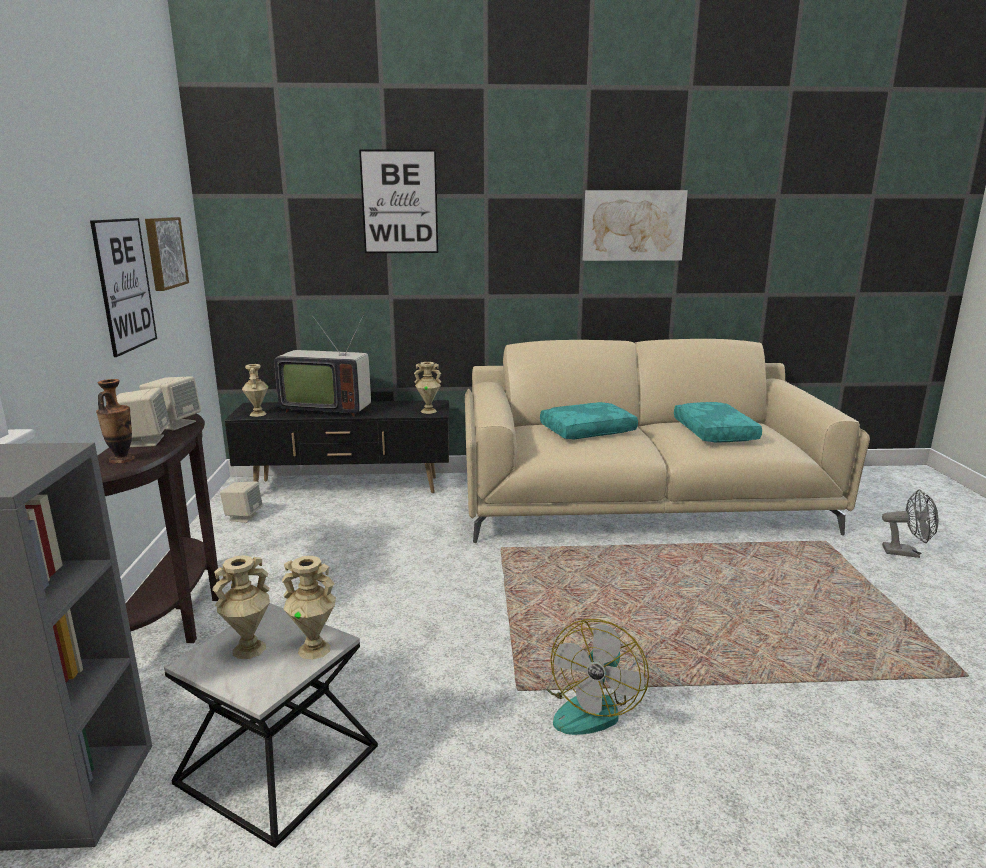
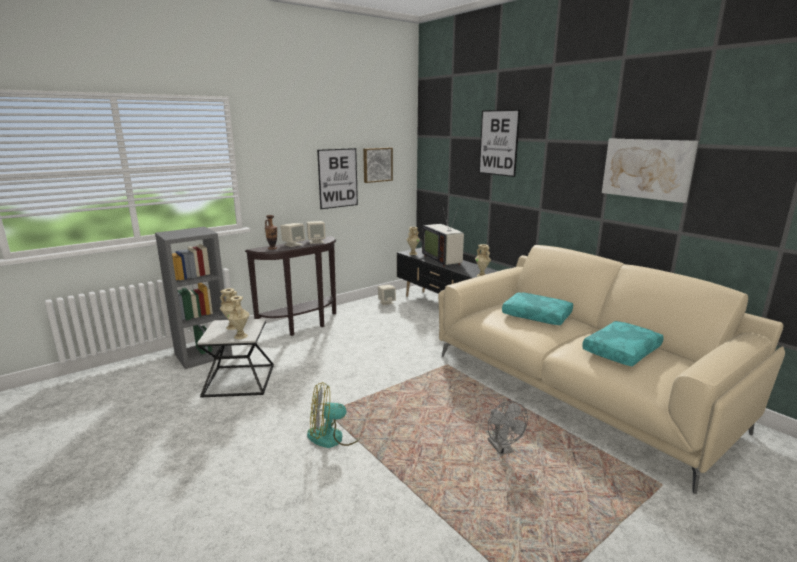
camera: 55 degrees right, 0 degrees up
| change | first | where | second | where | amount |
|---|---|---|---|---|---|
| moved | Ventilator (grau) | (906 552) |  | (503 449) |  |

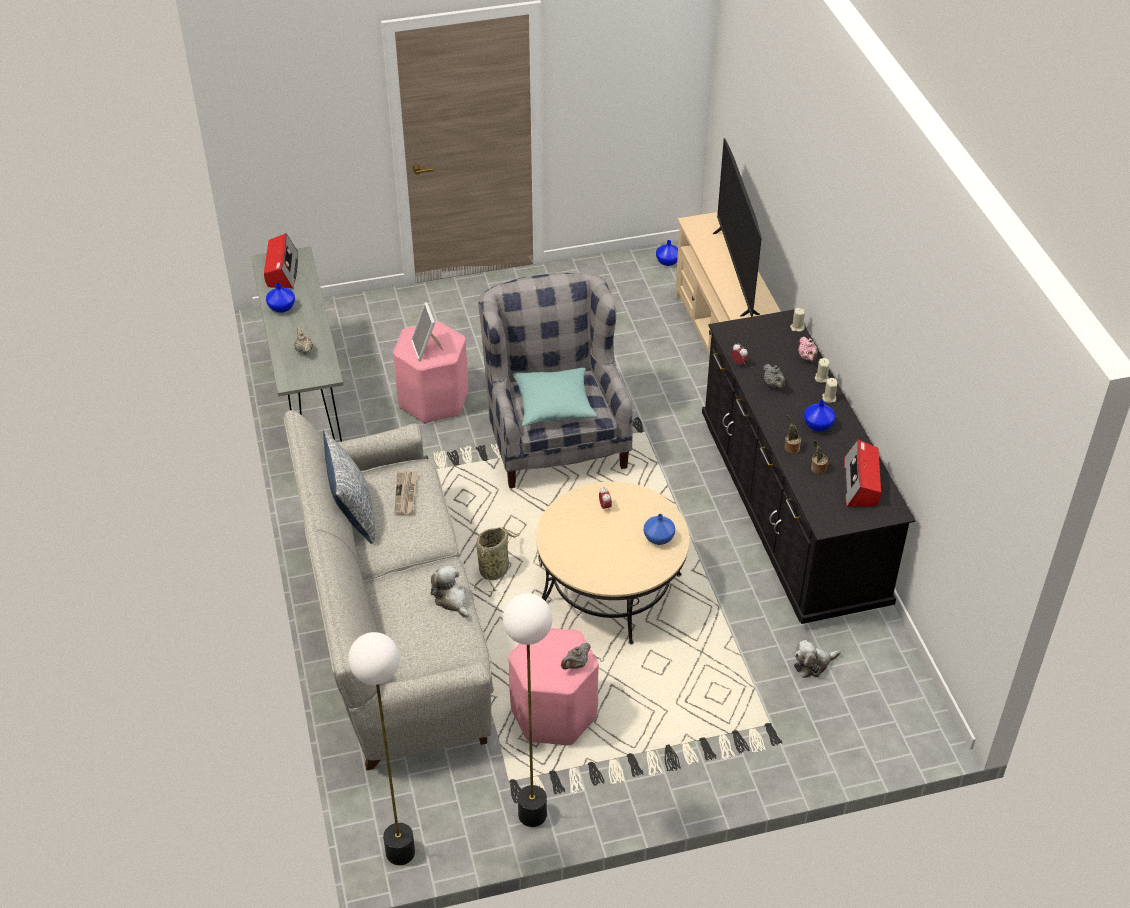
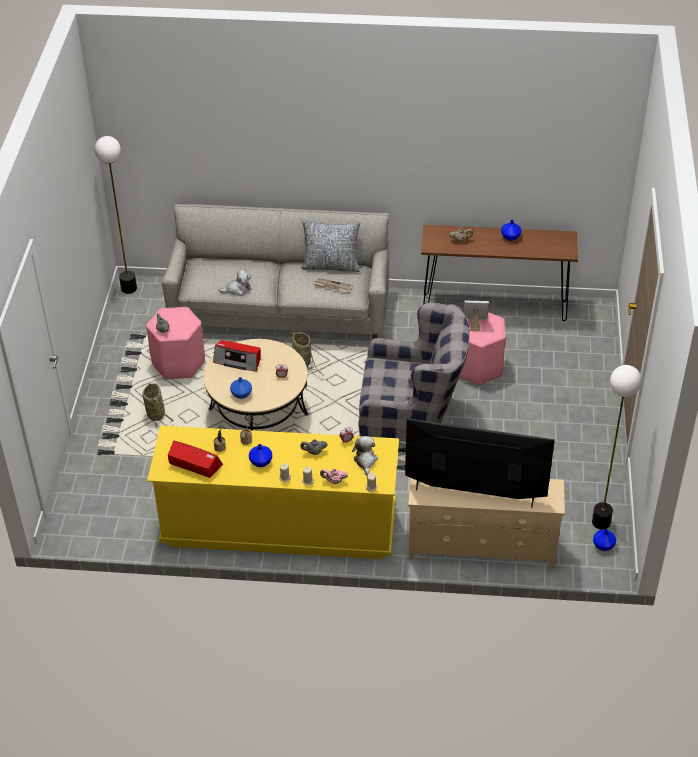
camera: 110 degrees right, 0 degrees up
| change | first | where | second | where | amount |
|---|---|---|---|---|---|
| removed | Kissen (türkis) | (554 405) |  |  |  |
| added |  |  | Korb | (155 413) |  |
| moved | Radio | (282 270) |  | (238 360) |  |
| moved | Stehlampe | (532 814) |  | (601 522) |  |
| moved | Plüschtier | (813 664) |  | (365 461) |  |
| recoloured | Konsolentisch (grau) | (309 407) | Konsolentisch (braun) | (494 307) |  |
| recoloured | Kommode (schwarz) | (790 510) | Kommode (gelb) | (279 526) |  |

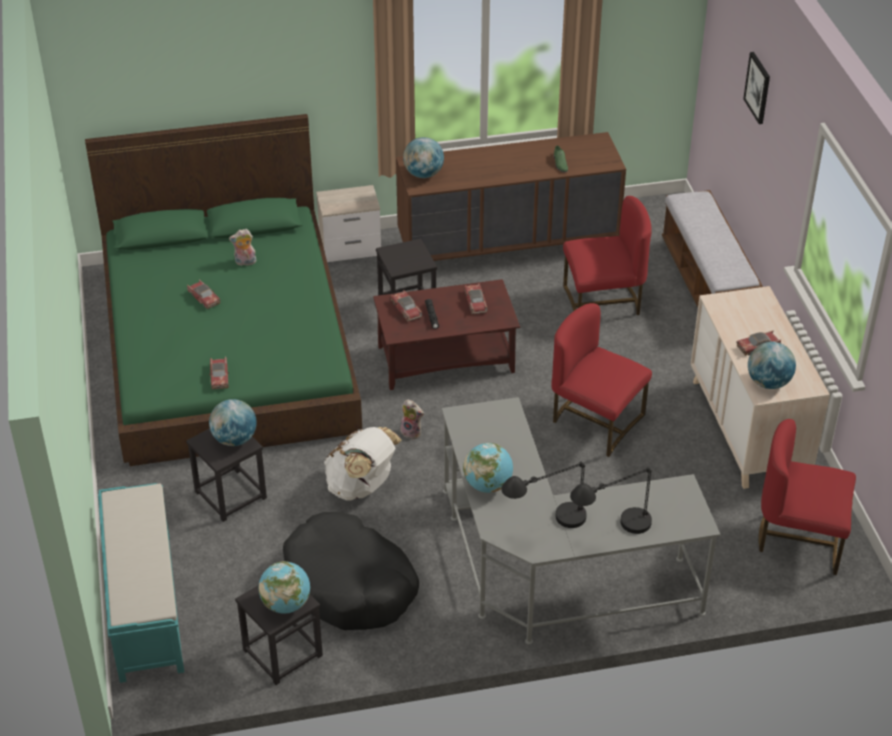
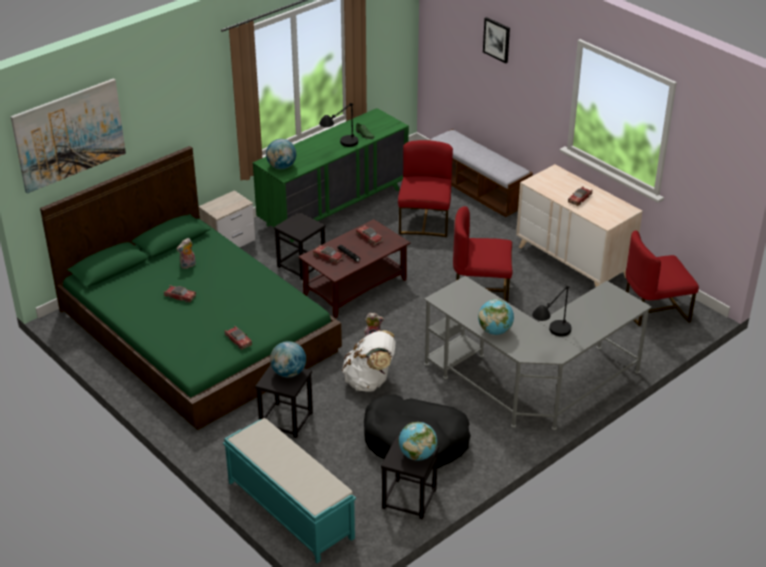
camera: 30 degrees left, 5 degrees down
| change | first | where | second | where | amount |
|---|---|---|---|---|---|
| removed | Globus | (768 382) |  |  |  |
| added |  |  | Bild | (69 134) |  |
| moved | Tischlampe (schwarz) | (612 531) |  | (340 149) |  |
| recoloured | Kommode (braun) | (508 245) | Kommode (grün) | (334 207) |  |
| turned | Stuhl (rot) | (602 304) |  | (425 222) | 45 degrees counterclockwise |

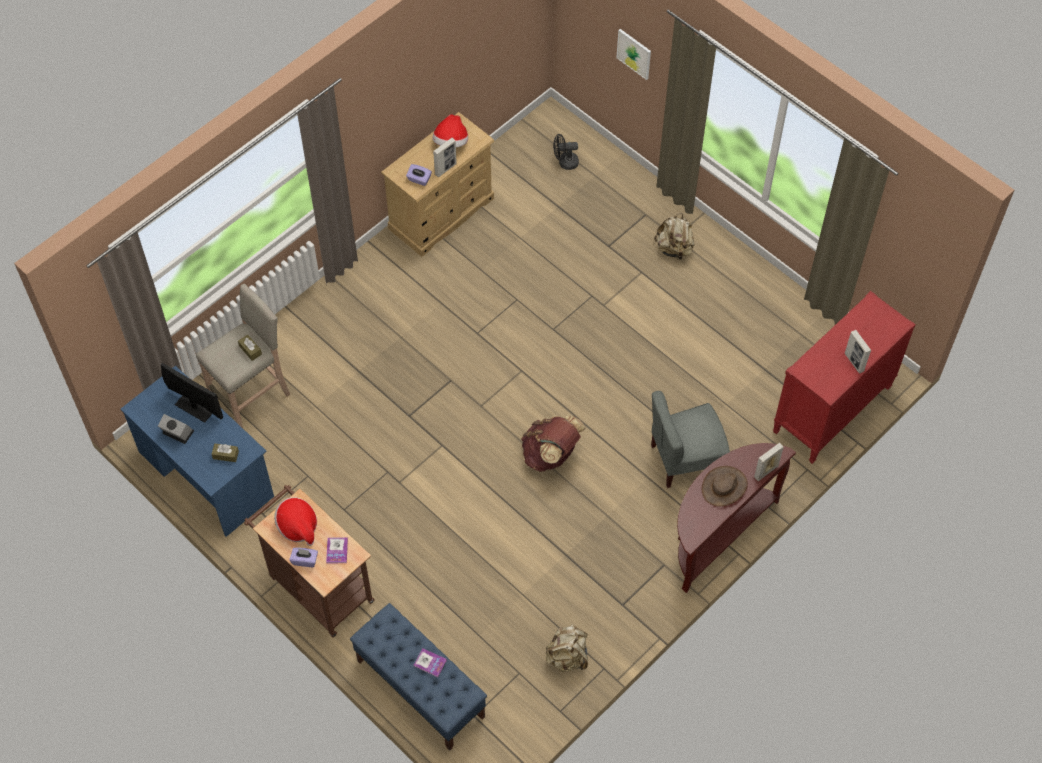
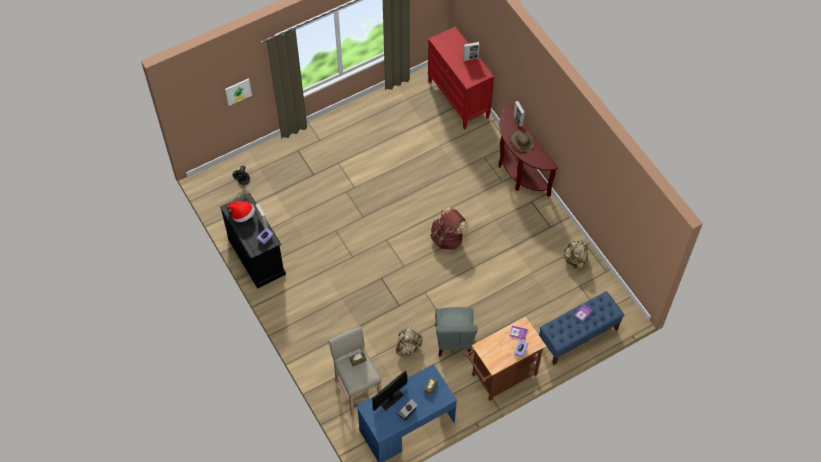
camera: 75 degrees left, 0 degrees up
| change | first | where | second | where | amount |
|---|---|---|---|---|---|
| removed | Hut | (298 526) |  |  |  |
| moved | Stuhl (grau) | (685 460) |  | (454 340) |  |
| moved | Rucksack (beige) | (674 249) |  | (408 346) |  |
| recoloured | Kommode (beige) | (441 213) | Kommode (schwarz) | (257 256) |  |

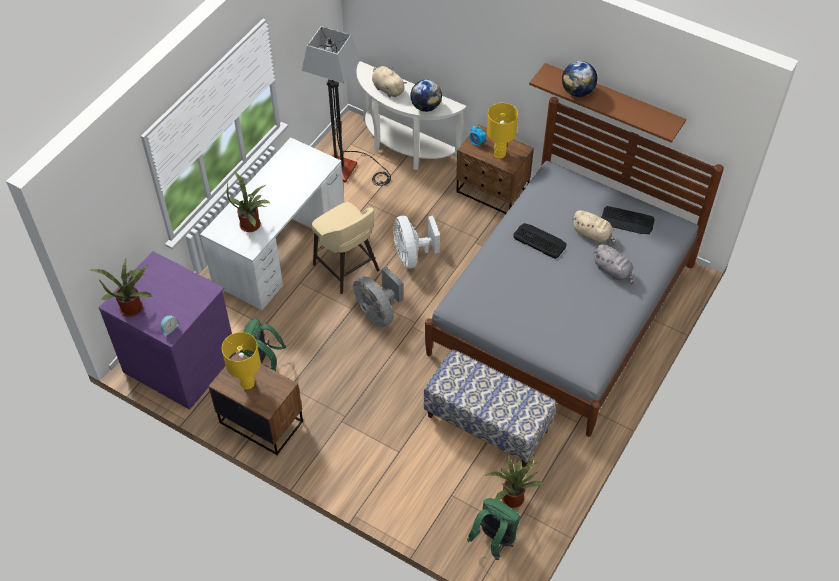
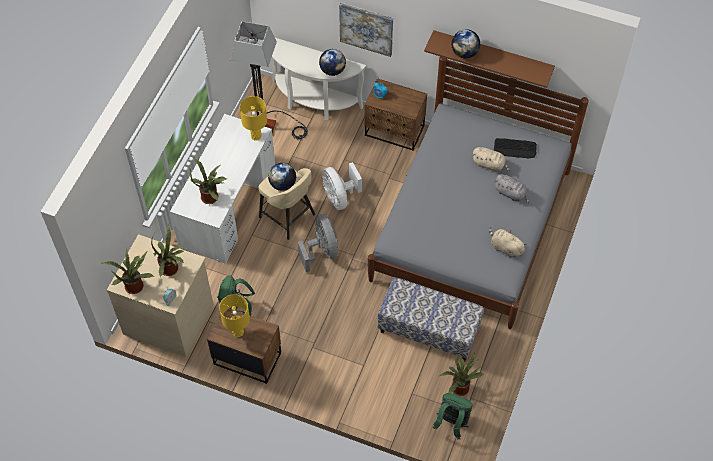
camera: 10 degrees left, 5 degrees up
| change | first | where | second | where | amount |
|---|---|---|---|---|---|
| removed | Tastatur | (539 241) |  |  |  |
| added |  |  | Topfpflanze | (171 269) |  |
| added |  |  | Globus | (282 184) |  |
| added |  |  | Bild | (366 29) |  |
| moved | Plüschtier (beige) | (387 89) |  | (505 248) |  |
| moved | Tischlampe (gelb) | (499 154) |  | (256 136) |  |
| recoloured | Kommode (lila) | (181 361) | Kommode (beige) | (169 318) |  |
| turned | Ventilator (grau) | (378 312) |  | (322 251) | 150 degrees counterclockwise |

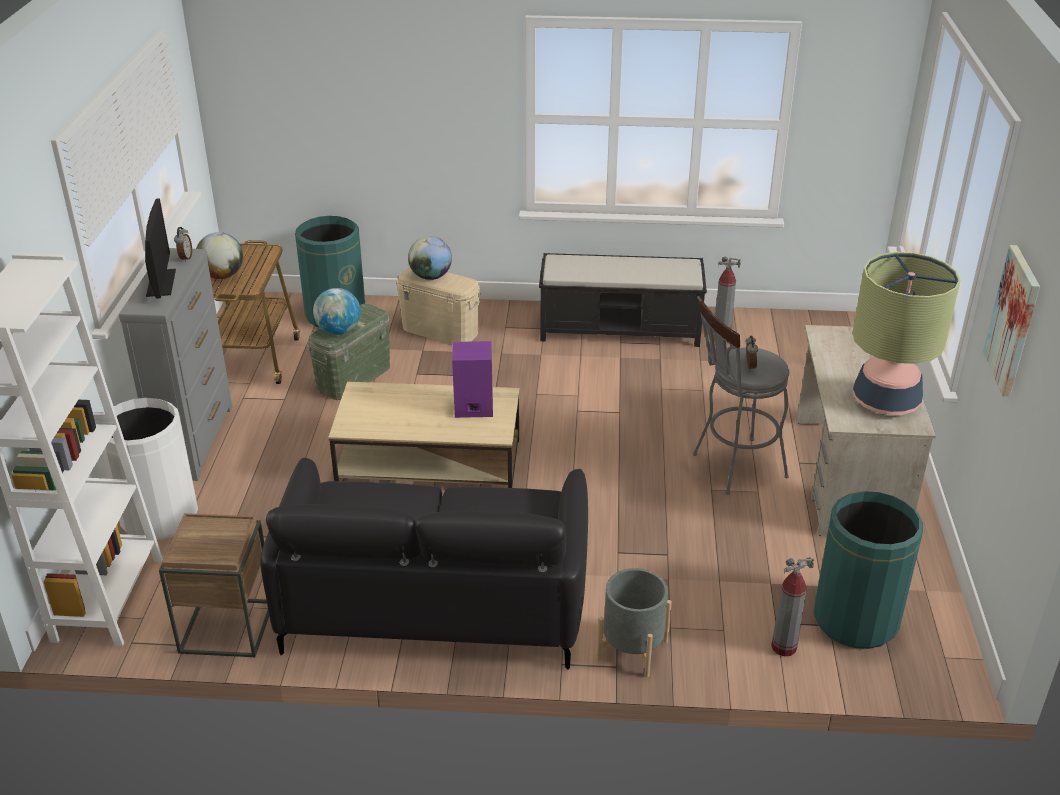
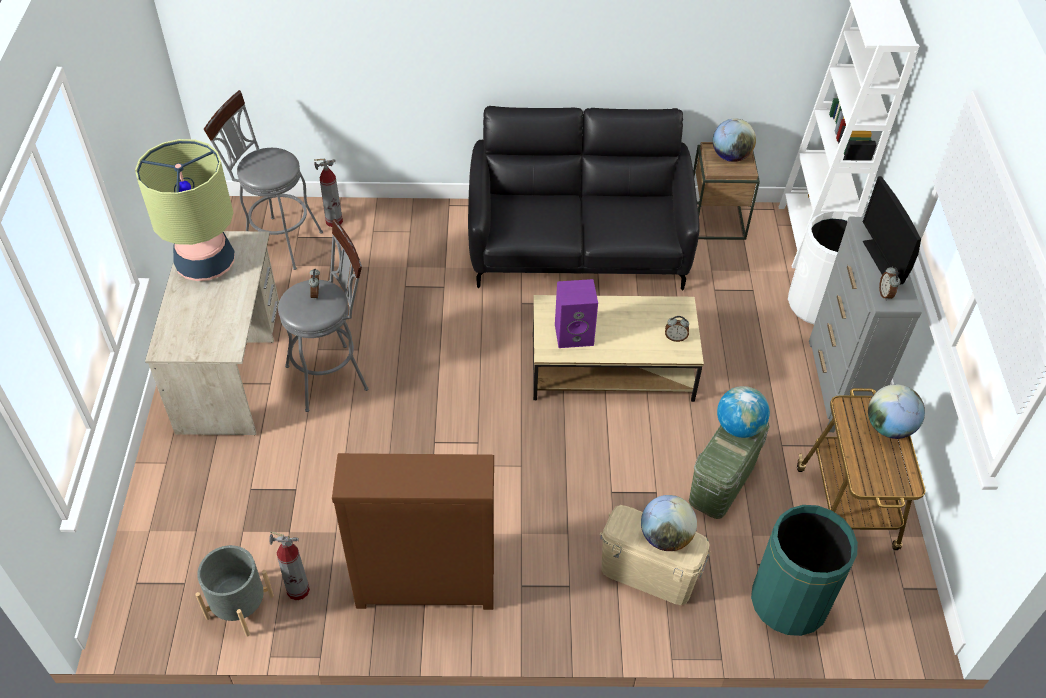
camera: 175 degrees right, 15 degrees up
| change | first | where | second | where | amount |
|---|---|---|---|---|---|
| removed | Bild | (1013 320) |  |  |  |
| added |  |  | Wecker | (675 338) |  |
| added |  |  | Globus | (730 156) |  |
| moved | Pflanzkübel (grau) | (632 649) |  | (240 606) |  |
| replaced | Bank (schwarz) | (621 330) | Kommode (braun) | (424 588) |  |
| replaced | Mülleimer (grün) | (856 620) | Hocker (grau) | (277 241) |  |

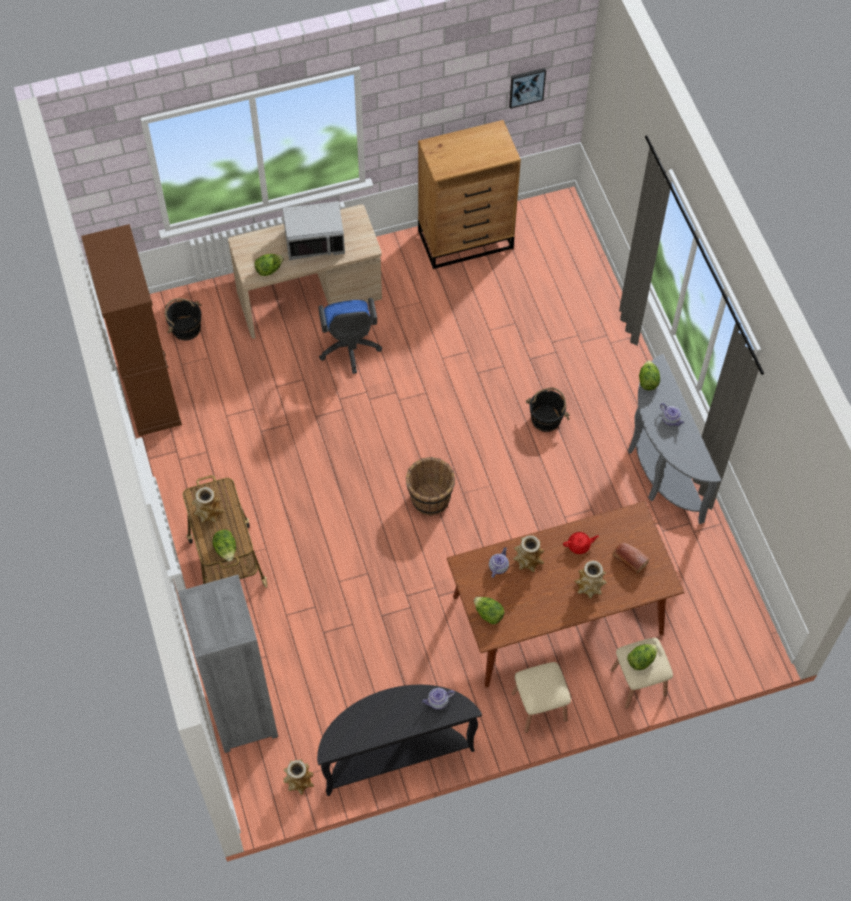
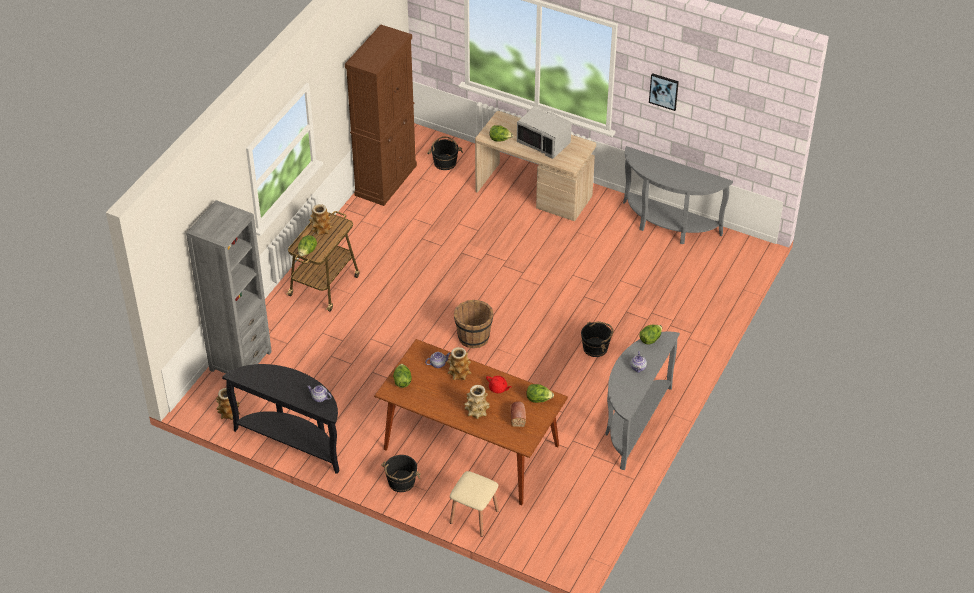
camera: 45 degrees right, 15 degrees down
| change | first | where | second | where | amount |
|---|---|---|---|---|---|
| removed | Bürostuhl (blau) | (349 349) |  |  |  |
| moved | Bild | (526 87) |  | (664 91) |  |
| moved | Salatkopf | (641 660) |  | (538 399) |  |
| replaced | Kommode (braun) | (466 239) | Konsolentisch (grau) | (667 226) |  |
| replaced | Hocker (beige) | (539 706) | Eimer (schwarz) | (401 482) |  |

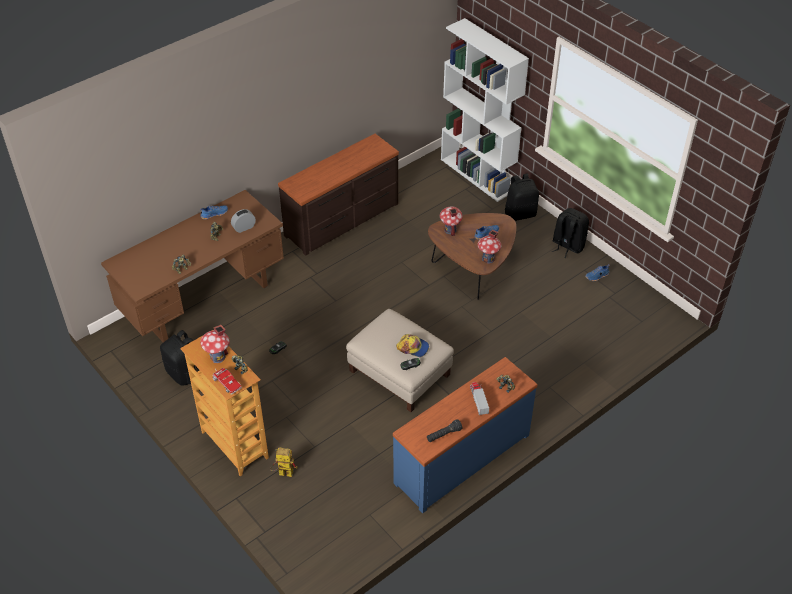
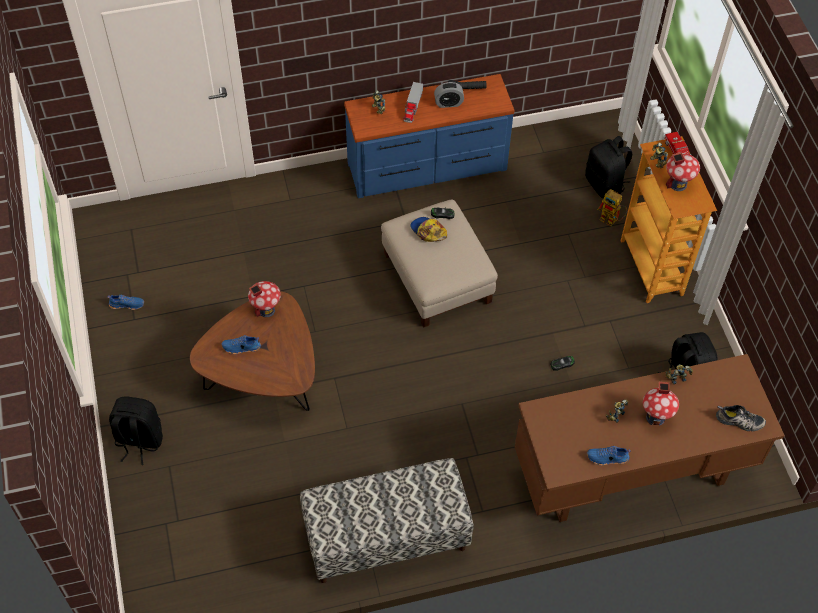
camera: 155 degrees left, 10 degrees up
| change | first | where | second | where | amount |
|---|---|---|---|---|---|
| removed | Bücherregal (weiß) | (477 175) |  |  |  |
| added |  |  | Schuh | (739 421) |  |
| moved | Wecker | (244 227) |  | (448 103) |  |
| moved | Spielzeughaus | (450 230) |  | (655 417) |  |
| moved | Rucksack (schwarz) | (567 246) |  | (605 184) |  |
| replaced | Kommode (braun) | (342 220) | Bank | (386 538) |  |

